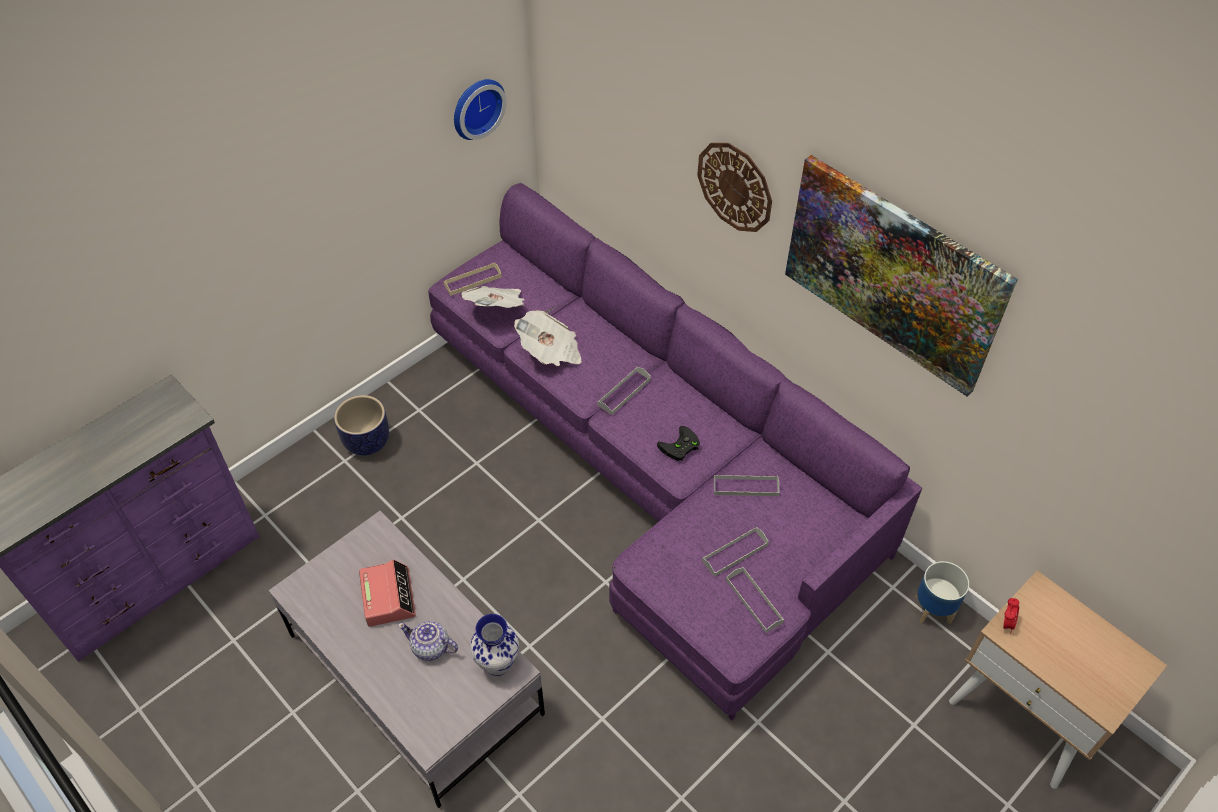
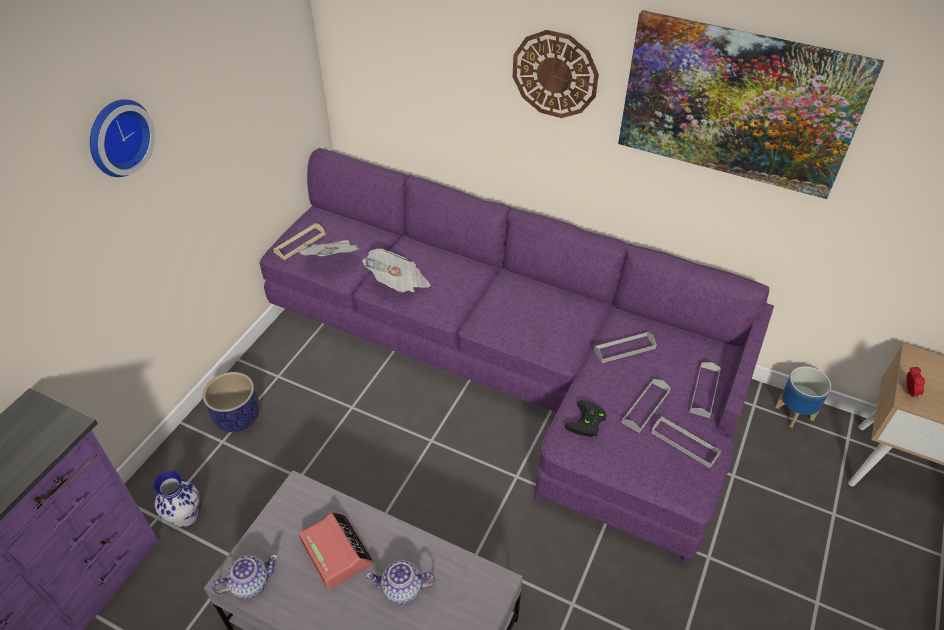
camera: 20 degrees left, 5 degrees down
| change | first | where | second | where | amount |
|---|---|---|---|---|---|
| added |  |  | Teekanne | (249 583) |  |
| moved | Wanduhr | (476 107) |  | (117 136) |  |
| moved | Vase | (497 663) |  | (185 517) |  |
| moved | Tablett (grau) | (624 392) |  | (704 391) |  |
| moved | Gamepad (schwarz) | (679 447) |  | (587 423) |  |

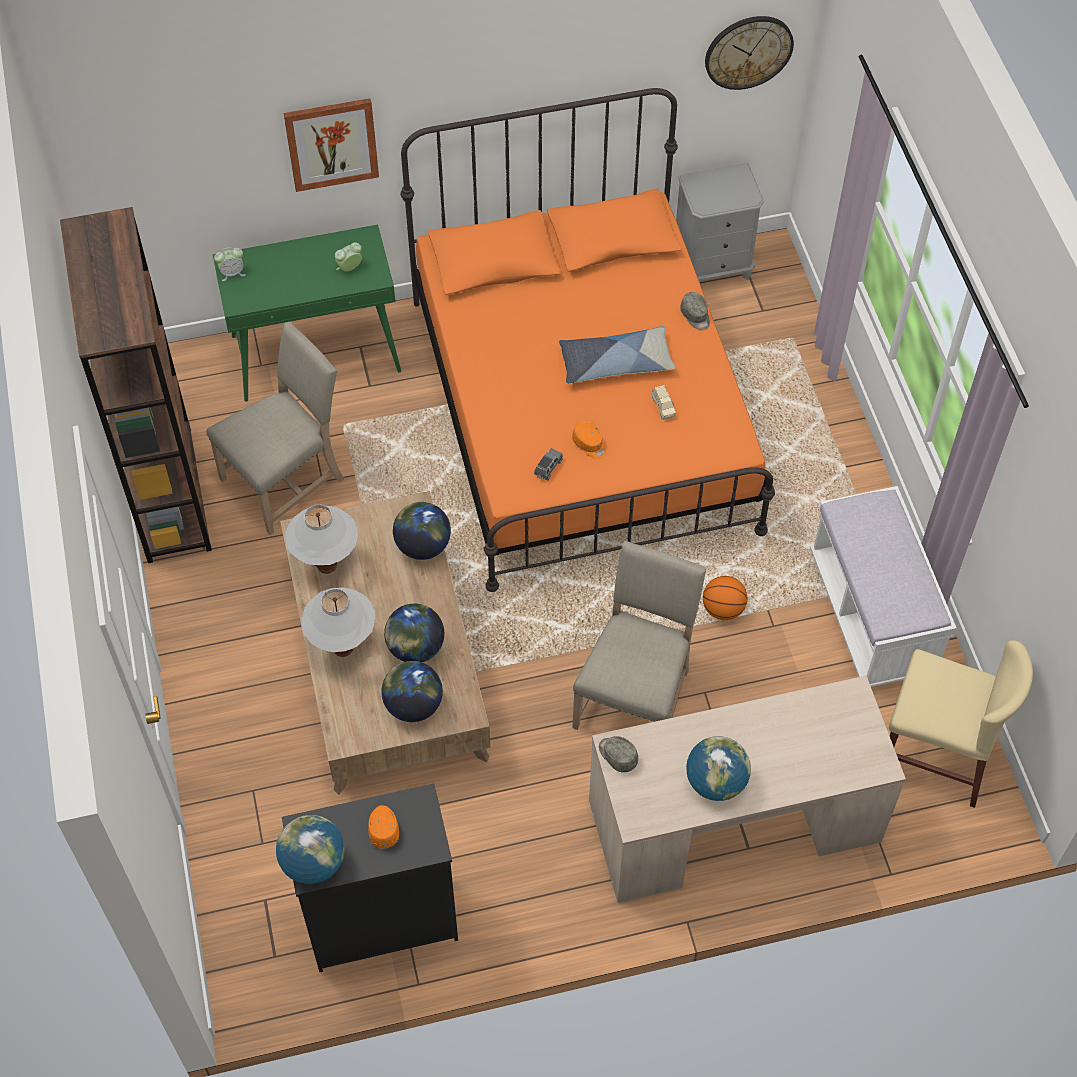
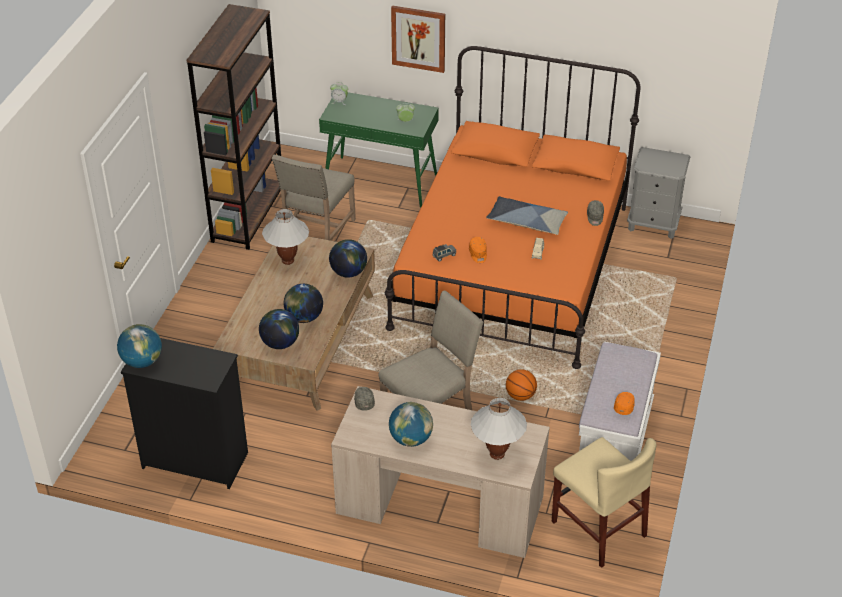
camera: 30 degrees right, 15 degrees down
| change | first | where | second | where | amount |
|---|---|---|---|---|---|
| removed | Wanduhr | (748 51) |  |  |  |
| moved | Tischlampe (weiß) | (343 649) |  | (496 454) |  |
| moved | Kappe (orange) | (383 828) |  | (624 406) |  |
| turned | Stuhl (beige) | (287 479) |  | (316 233) | 120 degrees clockwise |

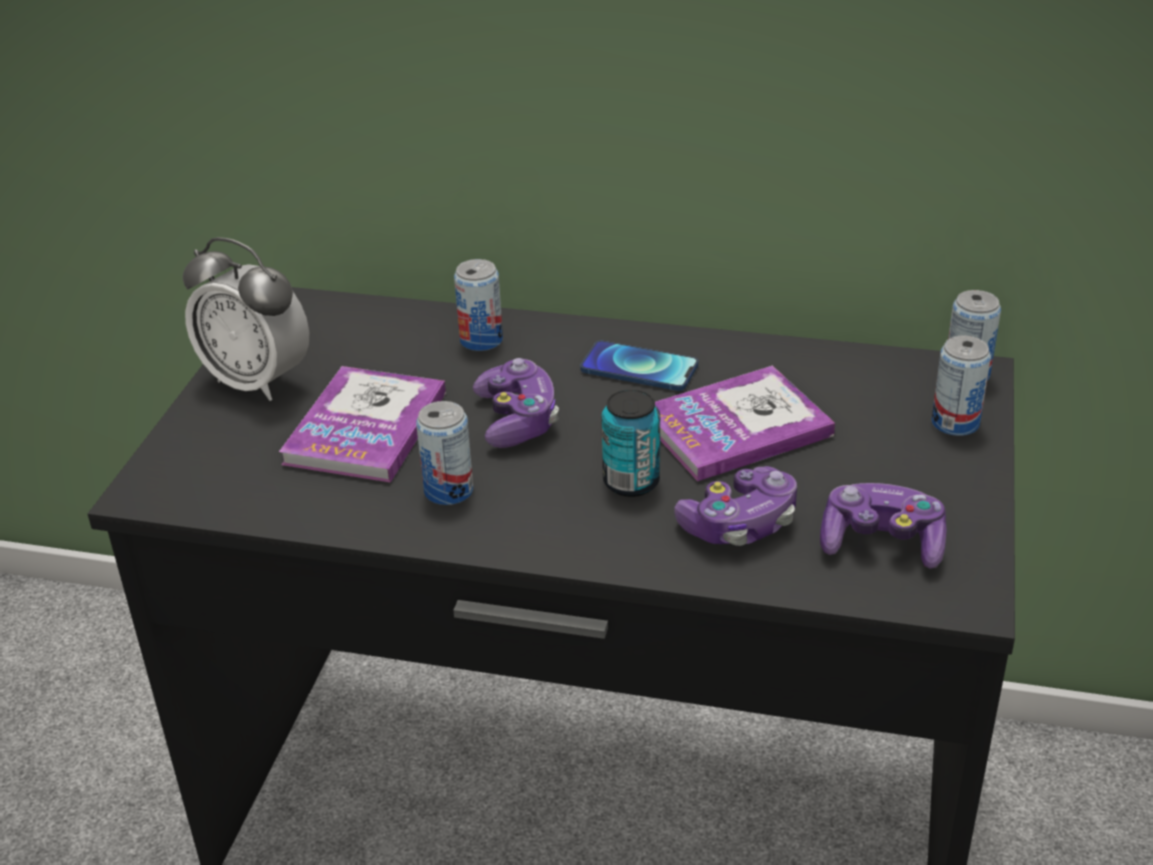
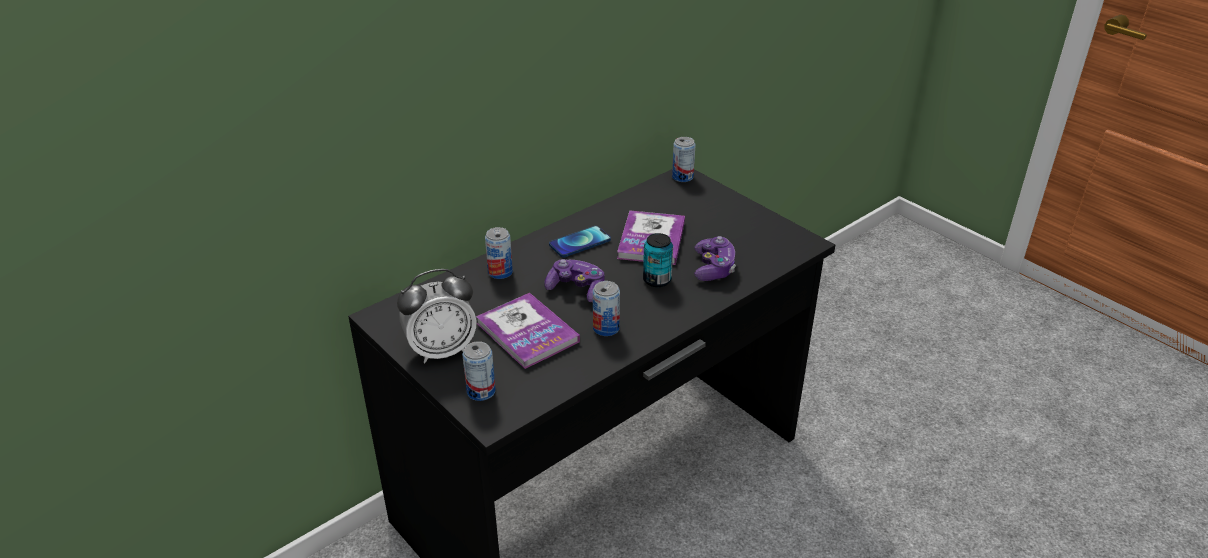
camera: 55 degrees left, 0 degrees up
| change | first | where | second | where | amount |
|---|---|---|---|---|---|
| removed | Gamepad | (881 543) |  |  |  |
| moved | Dose | (955 423) |  | (481 391) |  |

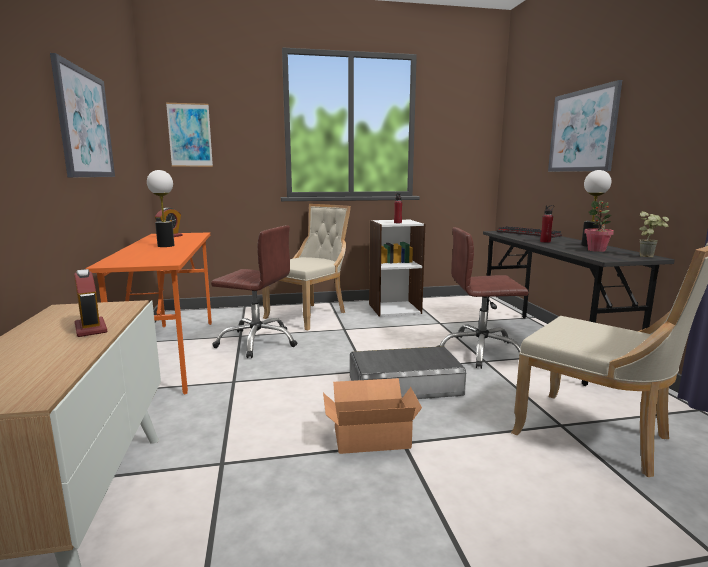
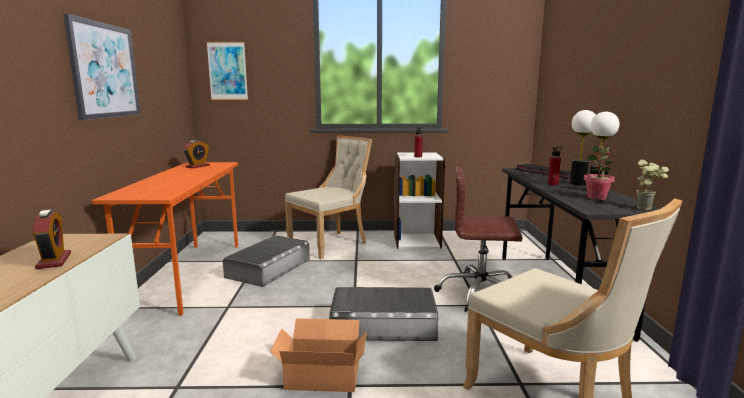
camera: 10 degrees right, 0 degrees up
| change | first | where | second | where | amount |
|---|---|---|---|---|---|
| removed | Bild | (582 131) |  |  |  |
| moved | Tischlampe | (166 246) |  | (578 183) |  |
| replaced | Bürostuhl (braun) | (257 342) | Aufbewahrungsbox (grau) | (269 268) |  |

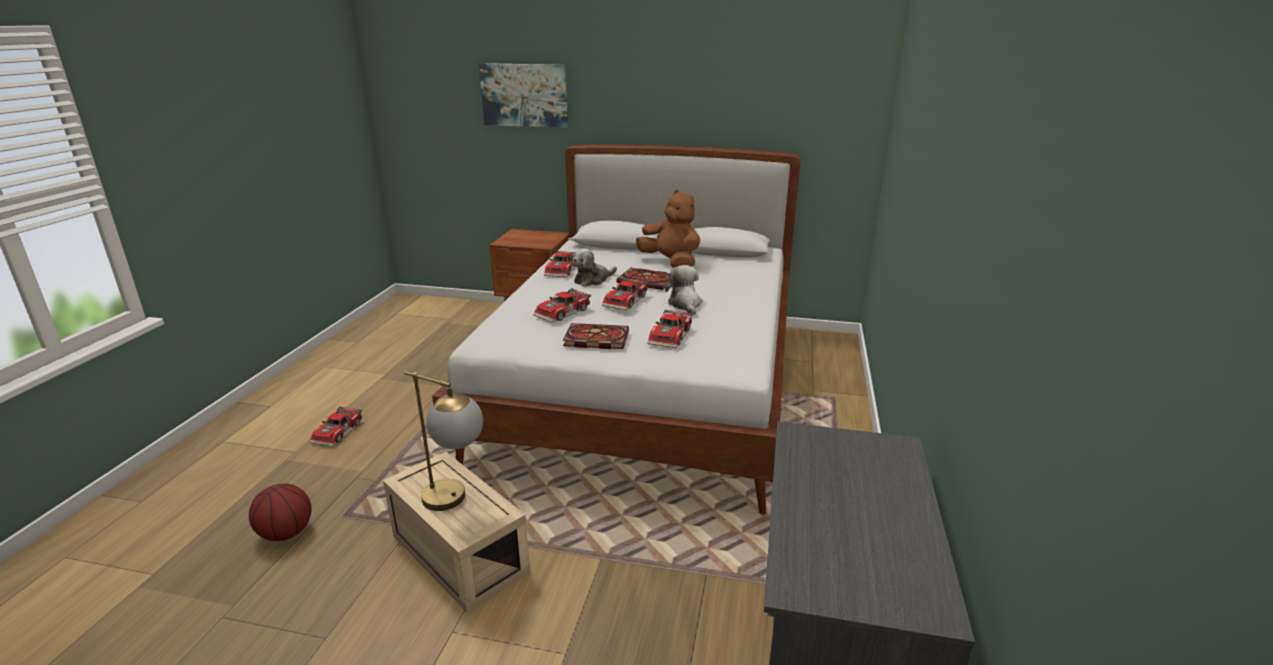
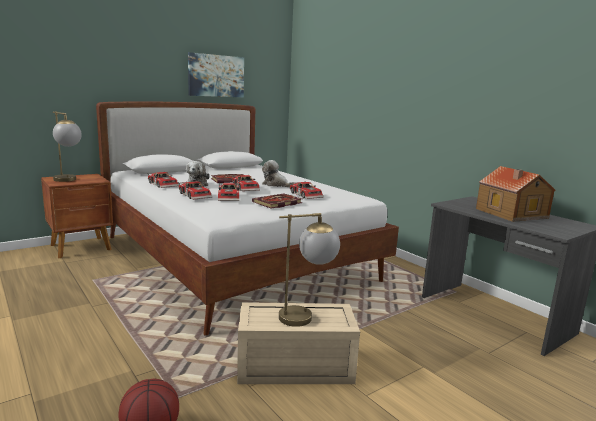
camera: 50 degrees left, 10 degrees down
| change | first | where | second | where | amount |
|---|---|---|---|---|---|
| removed | Plüschtier (braun) | (671 263) |  |  |  |
| added |  |  | Tischlampe | (68 181) |  |
| added |  |  | Spielzeughaus | (511 213) |  |
| moved | Spielzeugauto | (339 432) |  | (196 195) |  |
| moved | Bild | (524 95) |  | (216 76) |  |

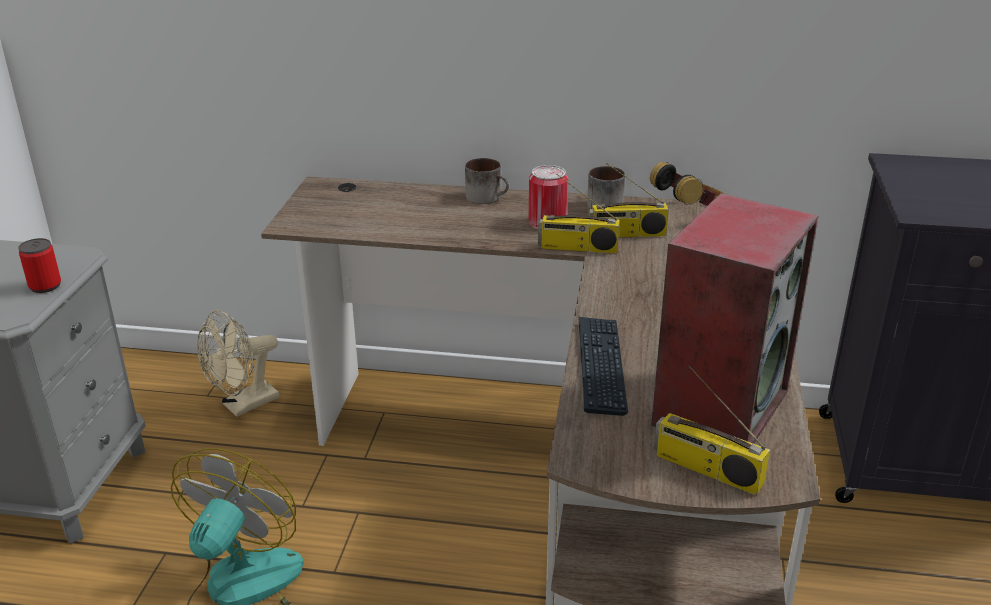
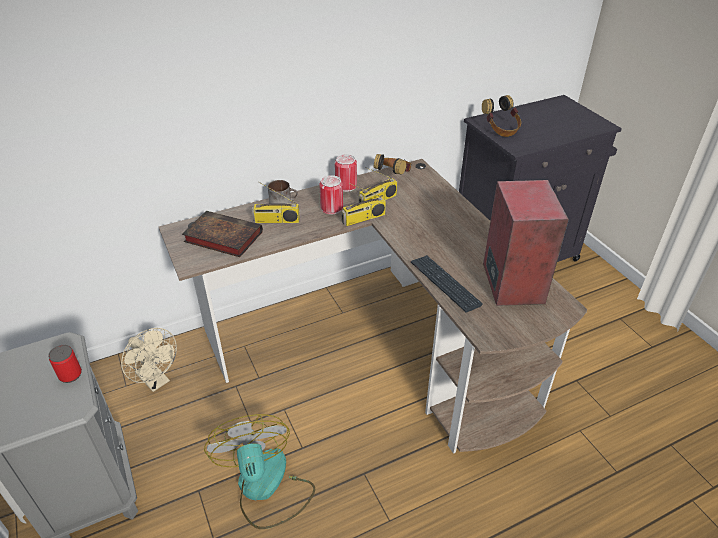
camera: 35 degrees left, 10 degrees up
| change | first | where | second | where | amount |
|---|---|---|---|---|---|
| added |  |  | Buch | (221 237) |  |
| added |  |  | Kopfhörer | (500 129) |  |
| moved | Radio | (706 469) |  | (276 221) |  |
| replaced | Henkelbecher | (601 203) | Dose | (346 186) |  |
| turned | Ventilator (beige) | (243 405) |  | (156 381) | 60 degrees counterclockwise |

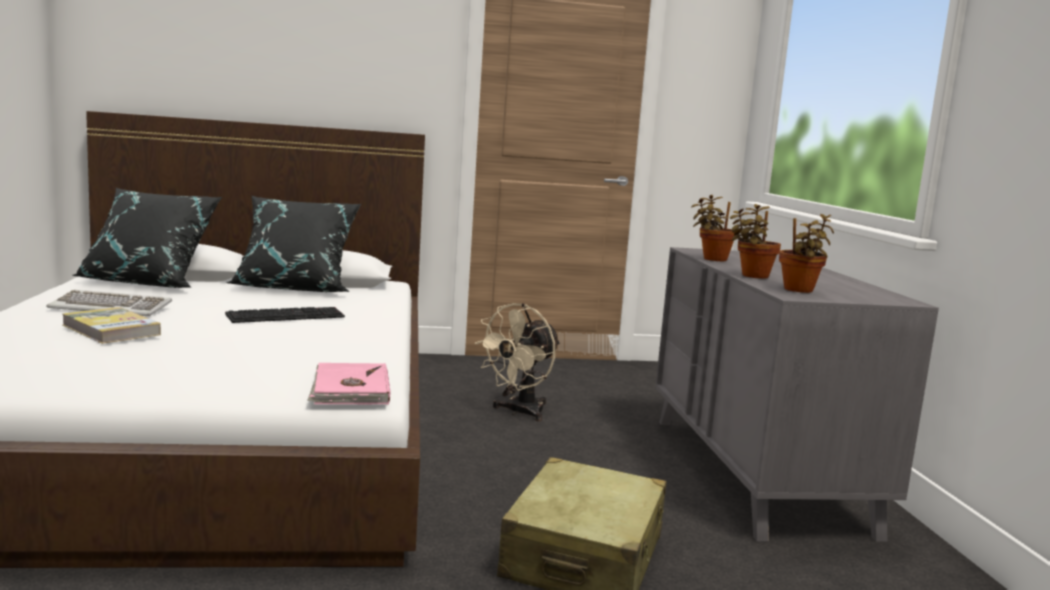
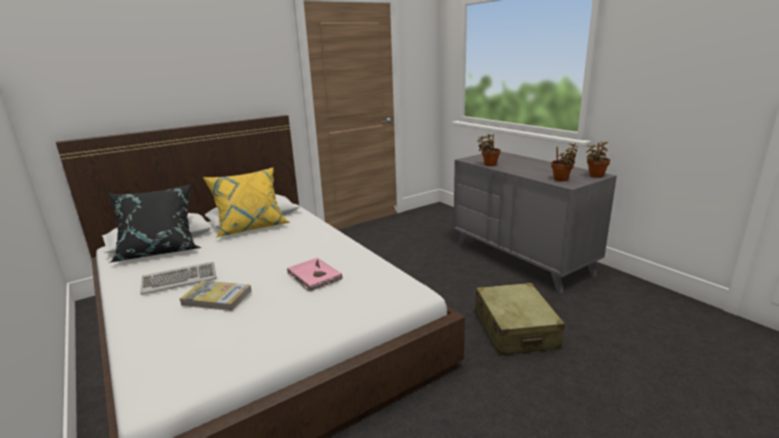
camera: 25 degrees left, 10 degrees up
| change | first | where | second | where | amount |
|---|---|---|---|---|---|
| removed | Tastatur | (286 315) |  |  |  |
| removed | Ventilator (beige) | (519 412) |  |  |  |
| moved | Buch (rosa) | (349 389) |  | (313 277) |  |
| moved | Topfpflanze | (752 276) |  | (595 176) |  |
| recoloured | Kissen (schwarz) | (295 288) | Kissen (gelb) | (251 227) |  |

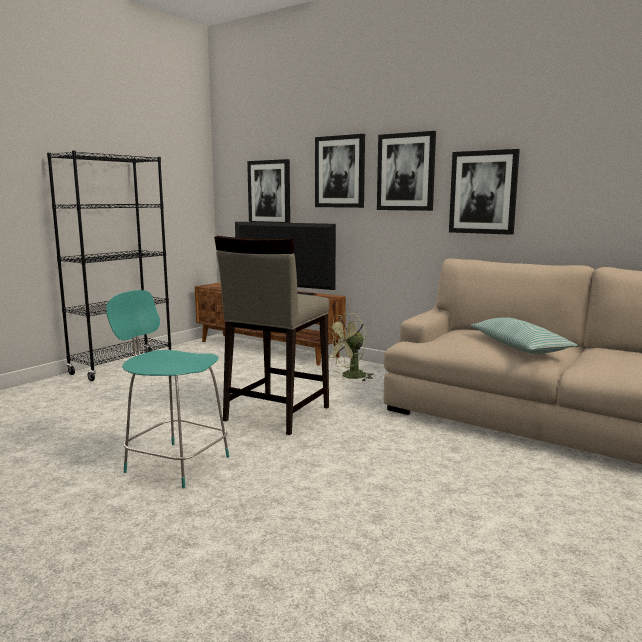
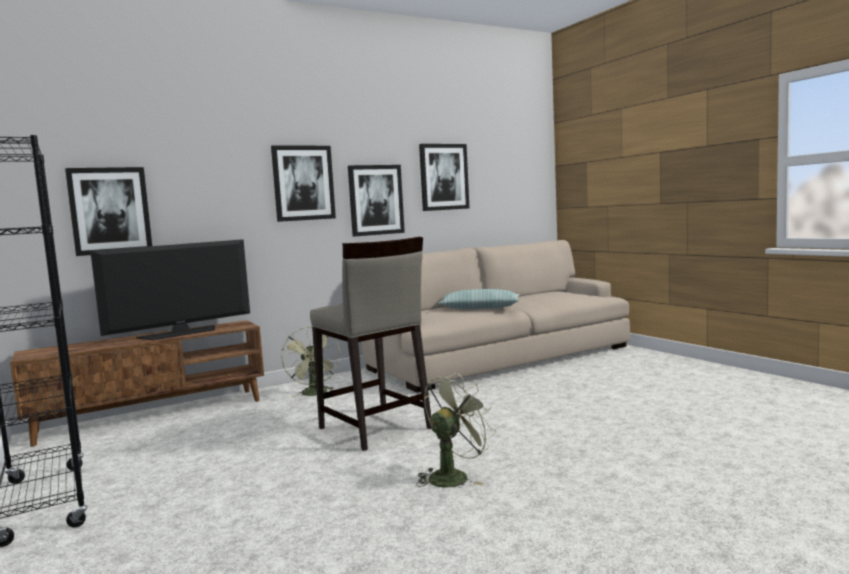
camera: 65 degrees left, 5 degrees down
| change | first | where | second | where | amount |
|---|---|---|---|---|---|
| moved | Bild | (340 172) |  | (443 177) |  |
| replaced | Hocker (türkis) | (174 463) | Ventilator (grün) | (453 476) |  |

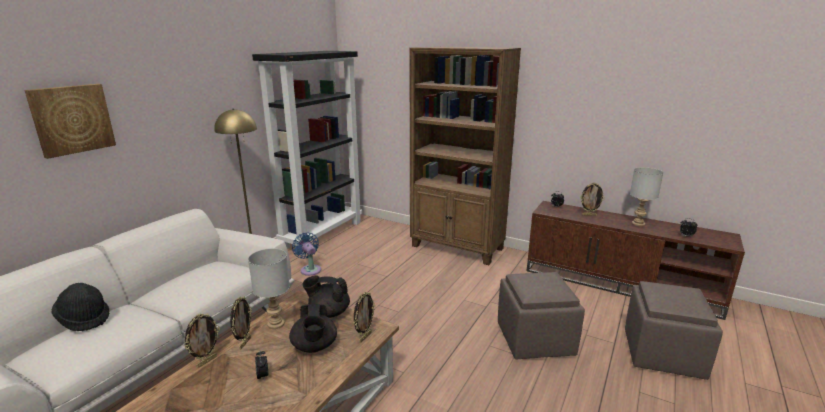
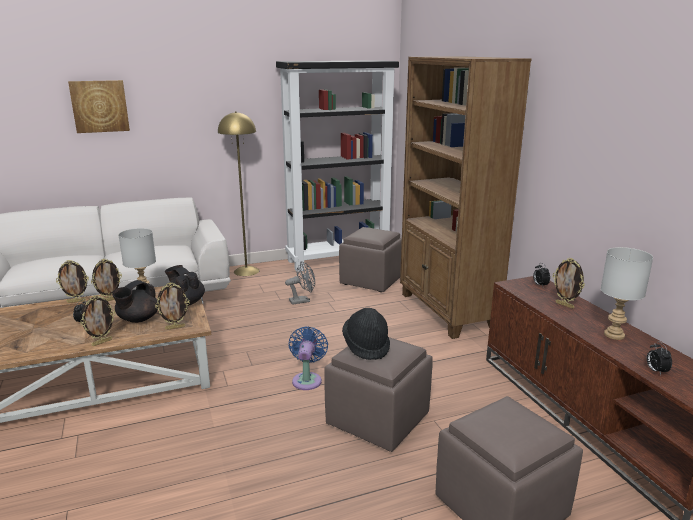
camera: 40 degrees right, 0 degrees up
| change | first | where | second | where | amount |
|---|---|---|---|---|---|
| added |  |  | Bilderrahmen | (102 342) |  |
| added |  |  | Ventilator (grau) | (302 300) |  |
| added |  |  | Polsterhocker (braun) | (372 280) |  |
| moved | Hut (schwarz) | (84 319) |  | (366 346) |  |
| moved | Ventilator (blau) | (310 269) |  | (307 379) |  |

